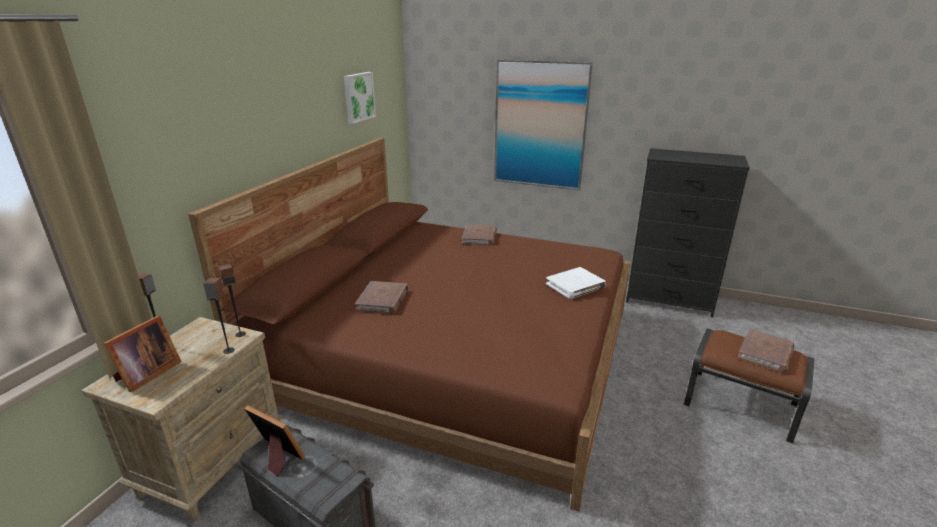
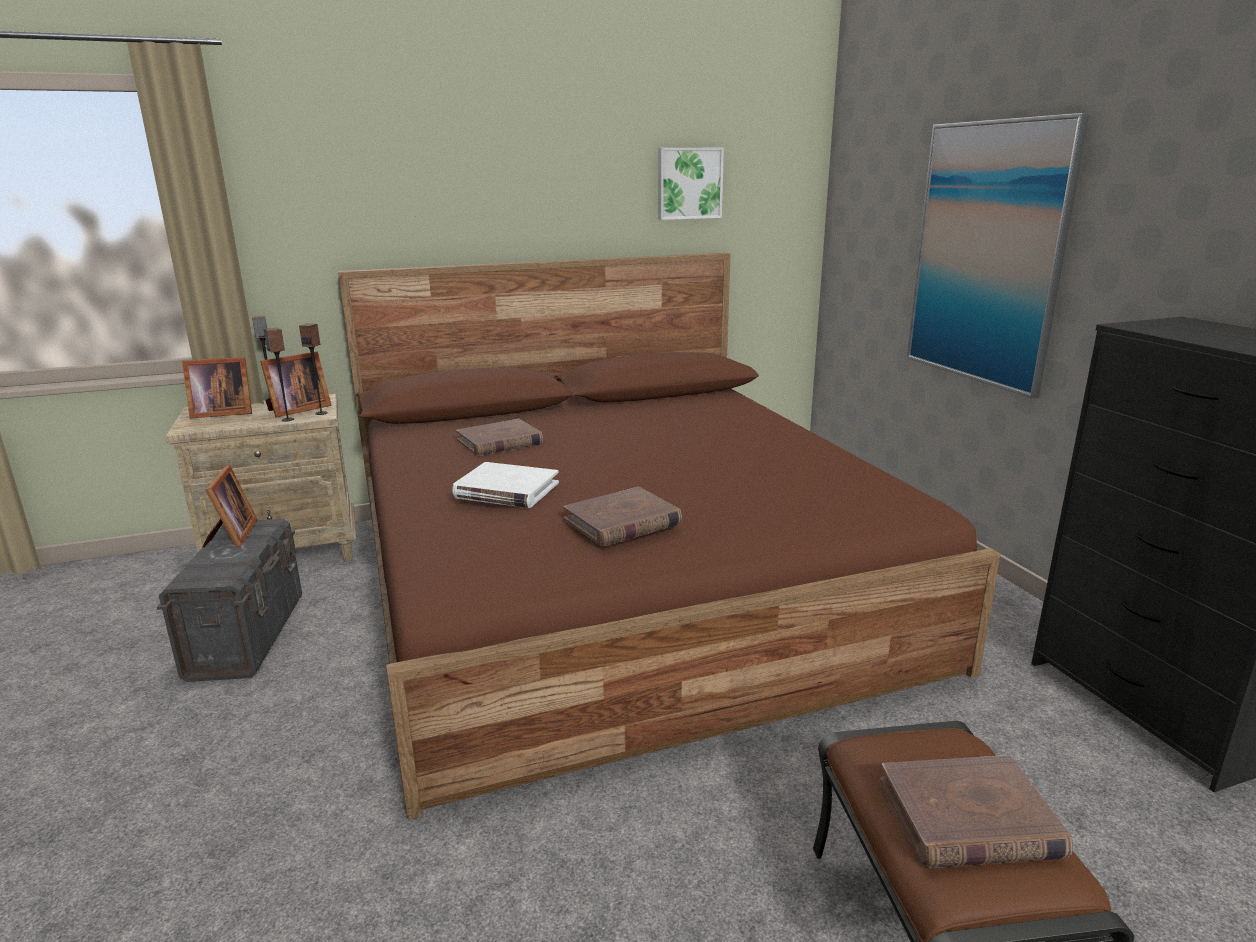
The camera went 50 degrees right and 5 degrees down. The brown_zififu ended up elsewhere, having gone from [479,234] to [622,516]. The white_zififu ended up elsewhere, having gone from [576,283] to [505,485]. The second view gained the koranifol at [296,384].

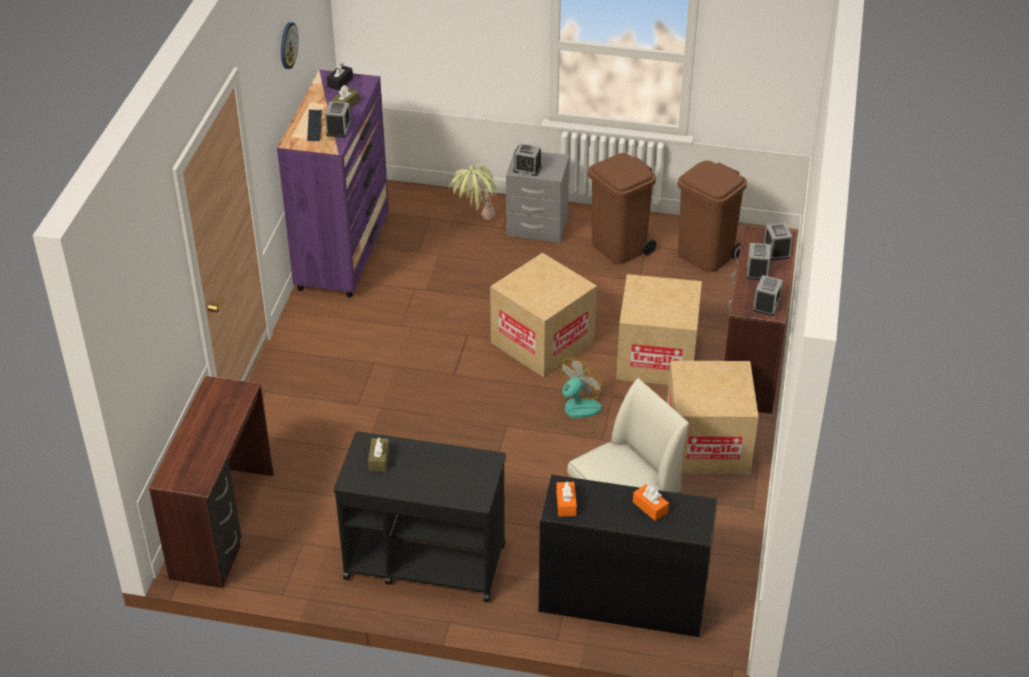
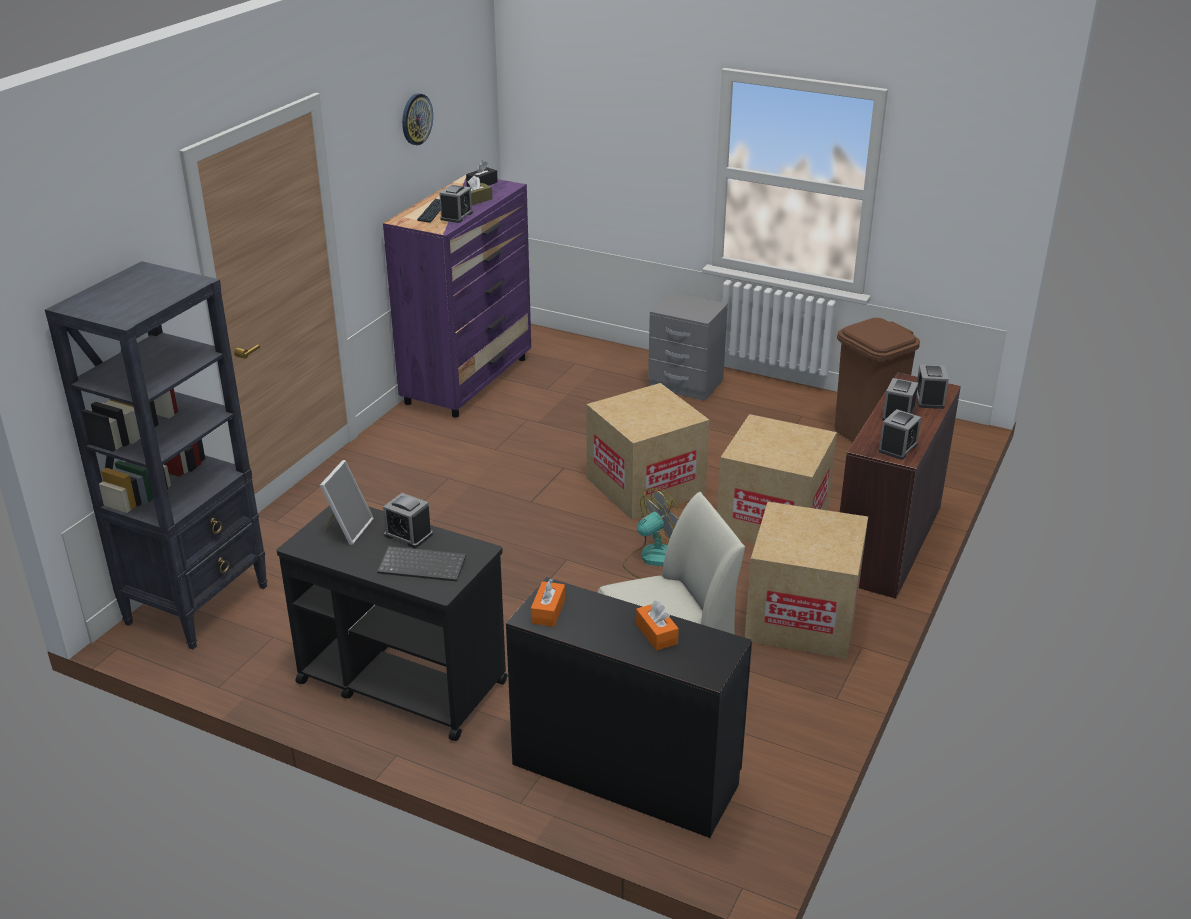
The camera went 15 degrees right and 10 degrees down. The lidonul ended up elsewhere, having gone from [527,159] to [408,520]. The second view lost the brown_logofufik at [622,208]. The second view lost the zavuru at [473,192]. Where the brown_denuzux stood at [211,482], the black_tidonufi came to stand at [156,455]. Where the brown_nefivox stood at [378,454], the koranifol came to stand at [347,502]. The second view gained the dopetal at [421,564].

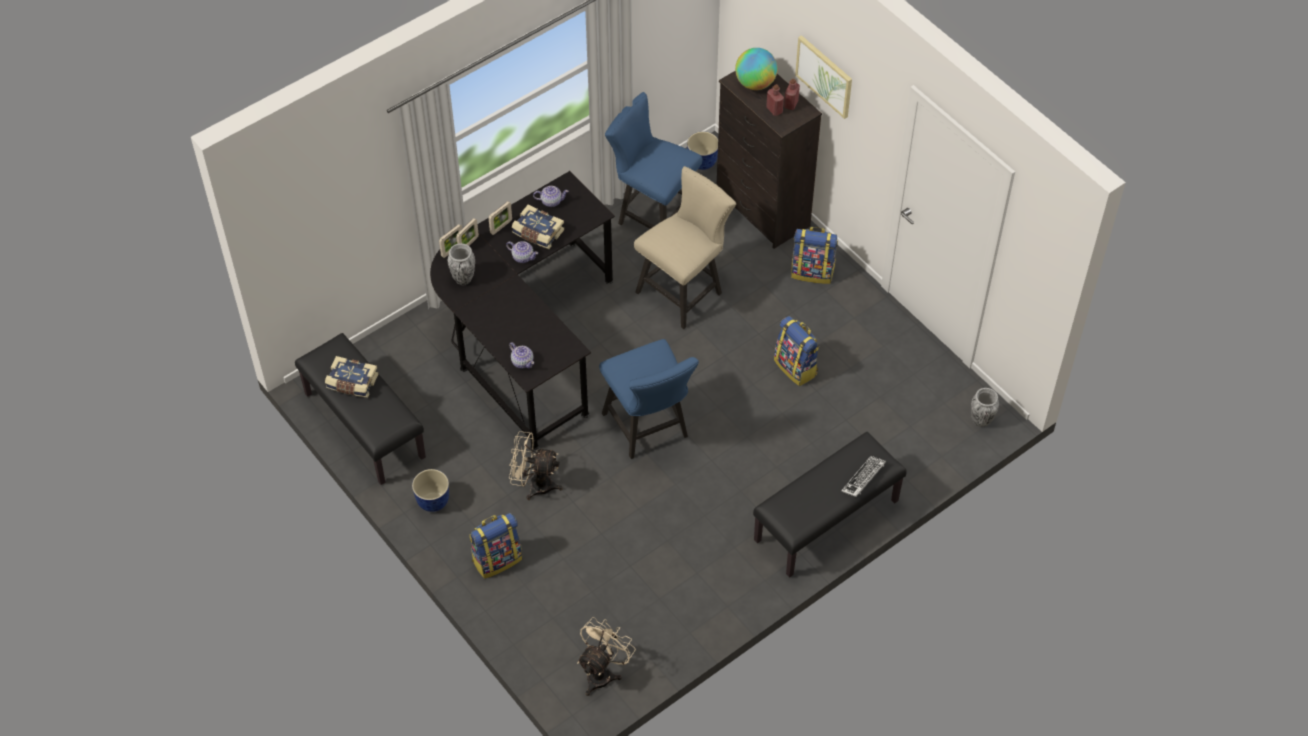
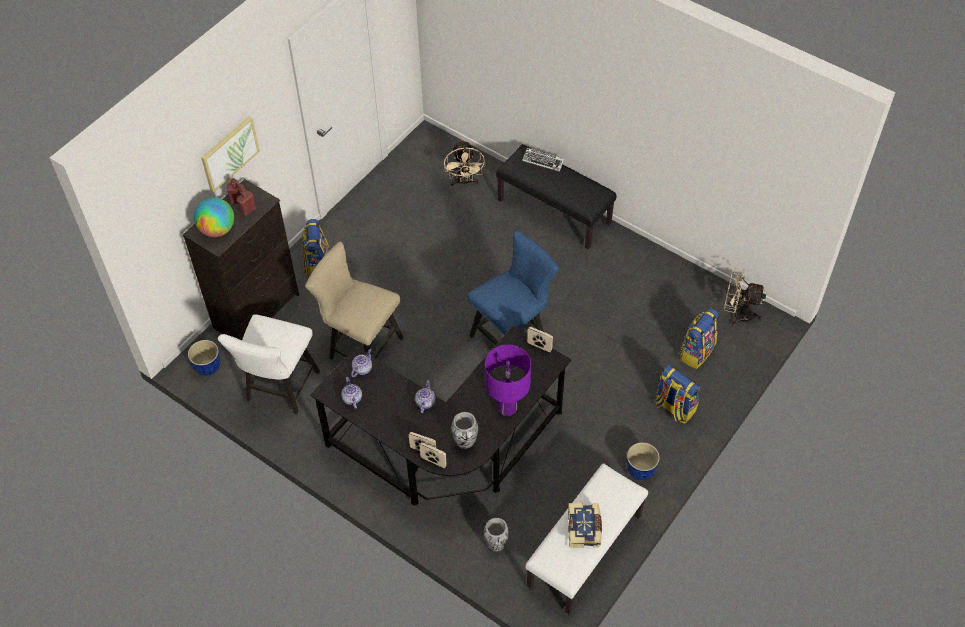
The camera went 105 degrees left and 0 degrees up. What was the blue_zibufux at [653,160] turned into the white_zibufux at [269,364]. The koranifol ended up elsewhere, having gone from [500,218] to [540,339]. The second view lost the zififu at [538,227]. The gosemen ended up elsewhere, having gone from [796,351] to [699,338]. What was the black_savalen at [360,409] turned into the white_savalen at [586,538]. The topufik ended up elsewhere, having gone from [521,355] to [361,363]. The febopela ended up elsewhere, having gone from [985,407] to [496,535]. The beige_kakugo ended up elsewhere, having gone from [536,465] to [464,163]. The second view gained the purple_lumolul at [508,380].

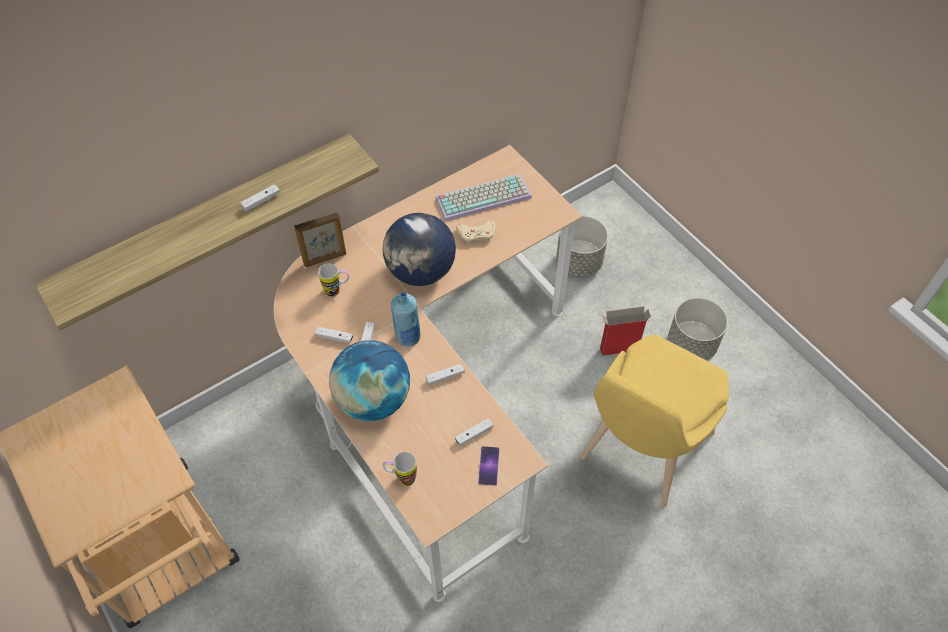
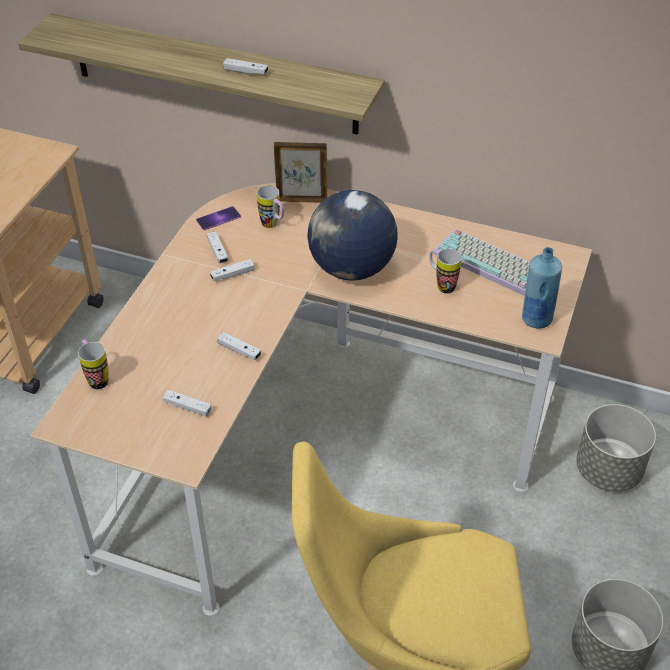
The camera went 55 degrees right and 10 degrees down. The koranifol at [320,239] ended up facing another way, 150 degrees clockwise from before. Where the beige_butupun stood at [476,232], the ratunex came to stand at [445,271]. The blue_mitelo ended up elsewhere, having gone from [406,319] to [542,288]. The second view lost the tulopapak at [625,331]. The second view lost the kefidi at [369,380]. The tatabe ended up elsewhere, having gone from [489,466] to [218,218].

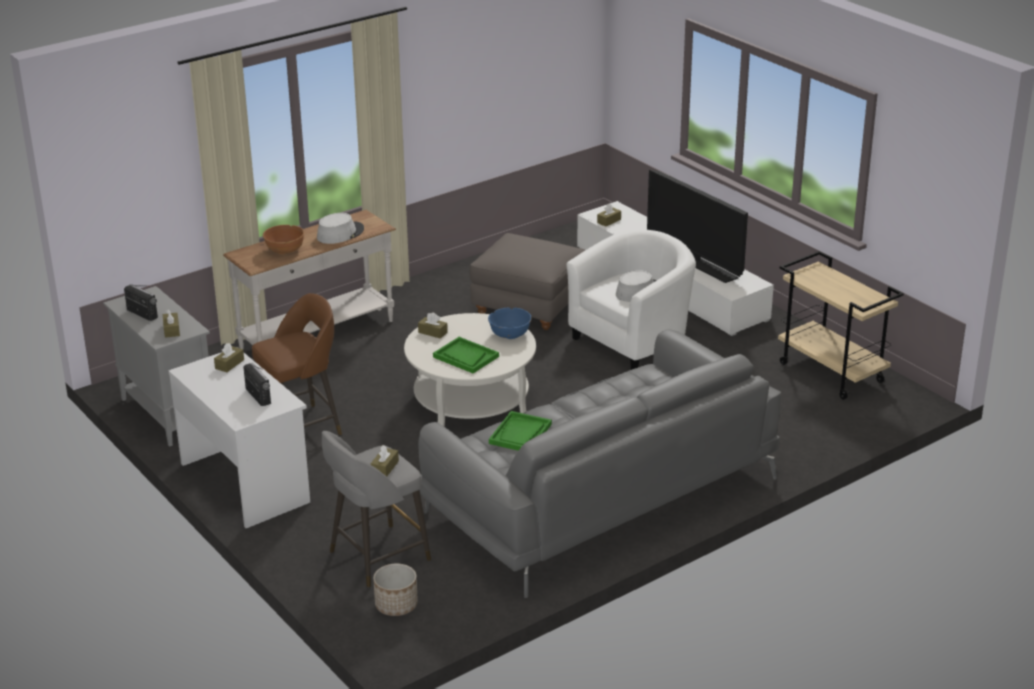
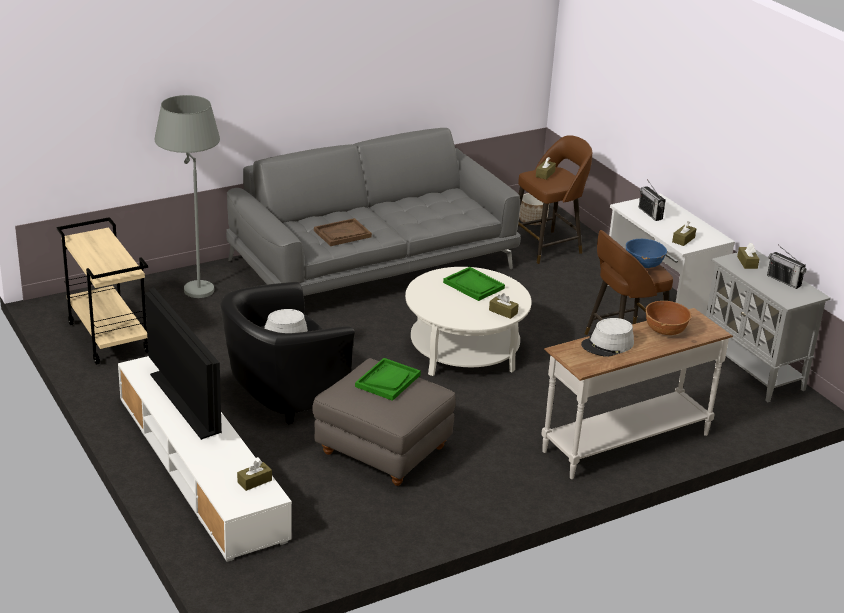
The camera went 175 degrees left and 0 degrees up. What was the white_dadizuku at [631,299] turned into the black_dadizuku at [287,353]. The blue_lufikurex ended up elsewhere, having gone from [509,323] to [646,253]. The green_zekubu ended up elsewhere, having gone from [520,431] to [388,379]. What was the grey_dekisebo at [376,509] turned into the brown_dekisebo at [555,199]. The second view gained the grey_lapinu at [187,196]. The second view gained the brown_zekubu at [343,232].

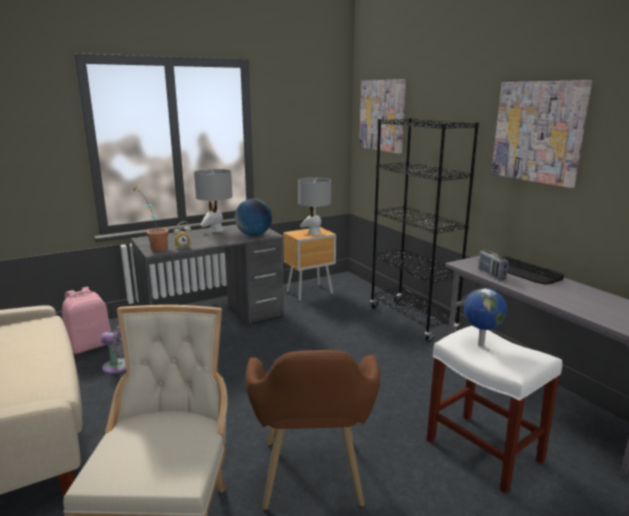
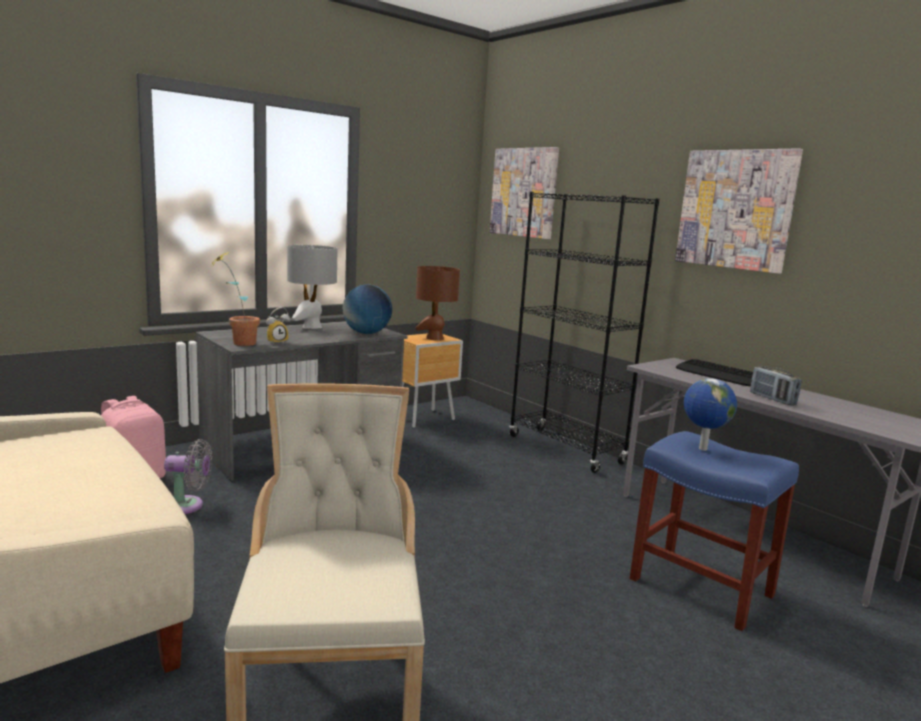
The camera went 10 degrees left and 5 degrees down. What was the grey_lumolul at [314,206] turned into the brown_lumolul at [438,303]. The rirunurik ended up elsewhere, having gone from [493,265] to [775,385]. What was the white_dekisebo at [494,409] turned into the blue_dekisebo at [714,531]. The second view lost the brown_dadizuku at [313,430].

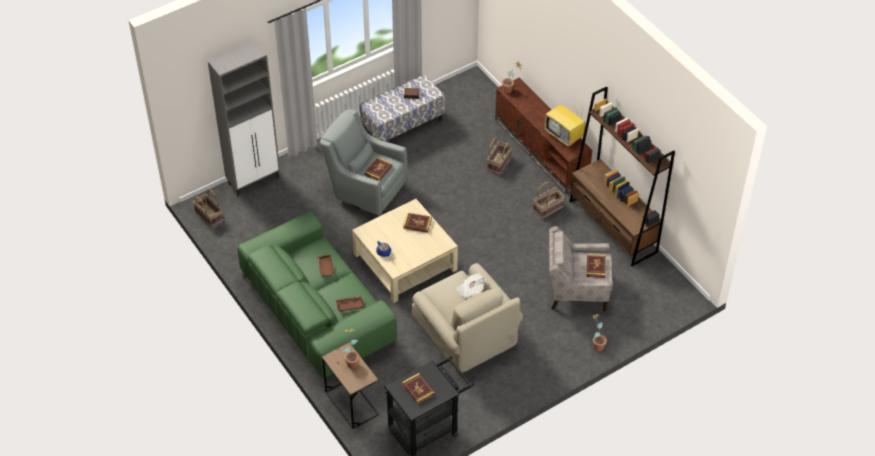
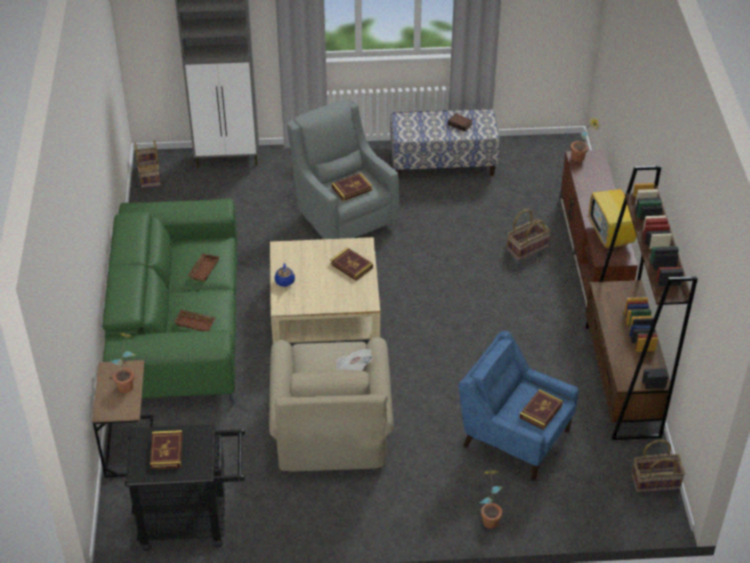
The camera went 30 degrees right and 5 degrees down. The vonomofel ended up elsewhere, having gone from [549,200] to [658,466]. What was the beige_dadizuku at [581,269] turned into the blue_dadizuku at [519,406].

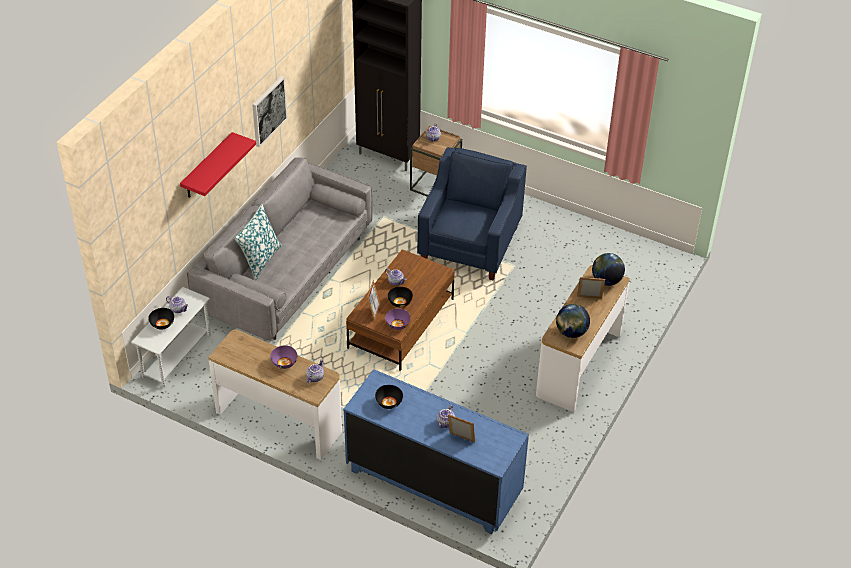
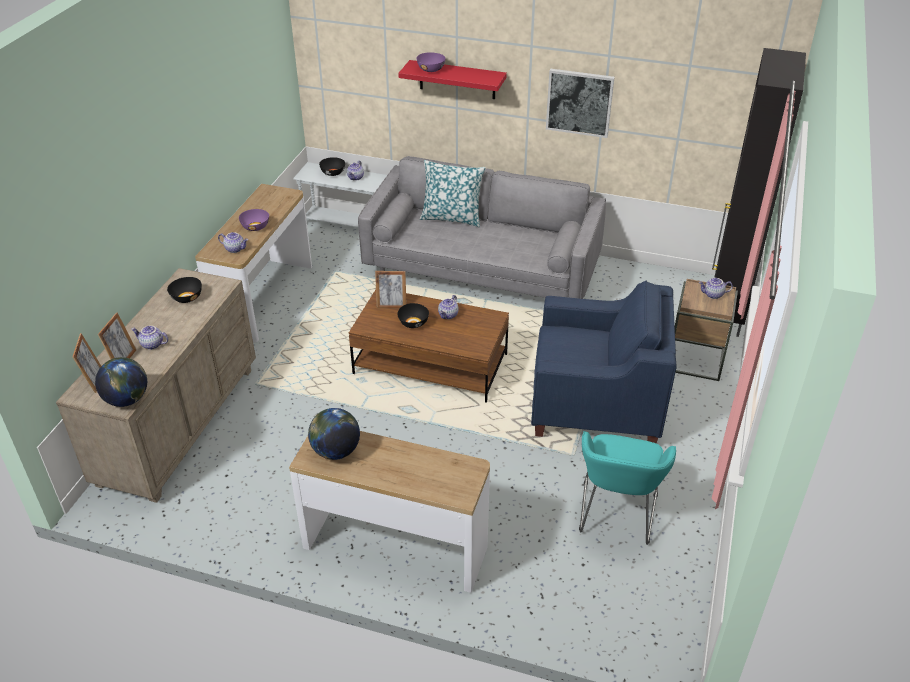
The camera went 80 degrees right and 5 degrees down. The kefidi ended up elsewhere, having gone from [608,269] to [121,382]. The koranifol ended up elsewhere, having gone from [591,288] to [86,363]. The purple_lufikurex ended up elsewhere, having gone from [397,319] to [431,62]. What was the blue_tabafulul at [436,451] turned into the beige_tabafulul at [156,385]. The second view gained the turquoise_dadizuku at [627,488].

